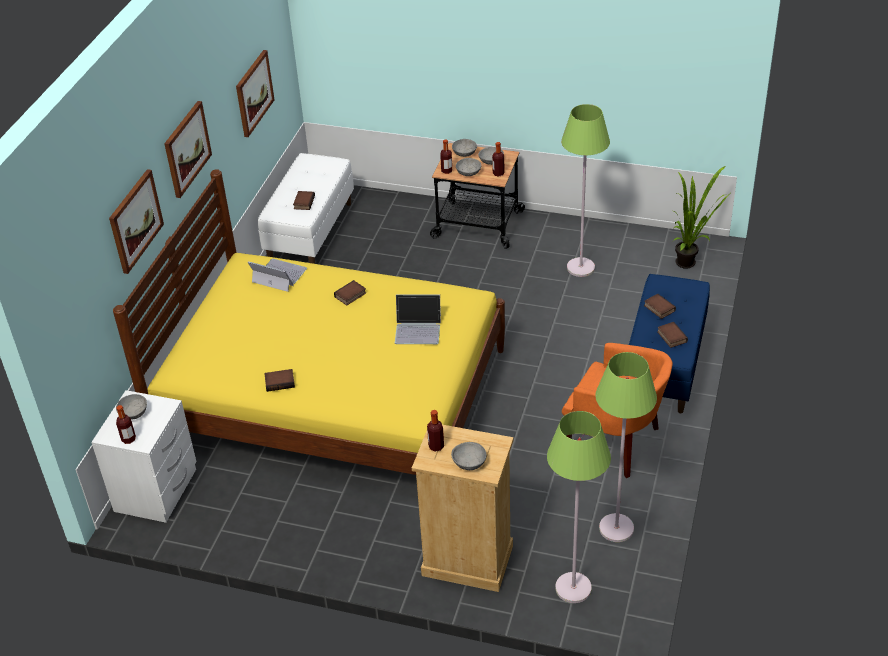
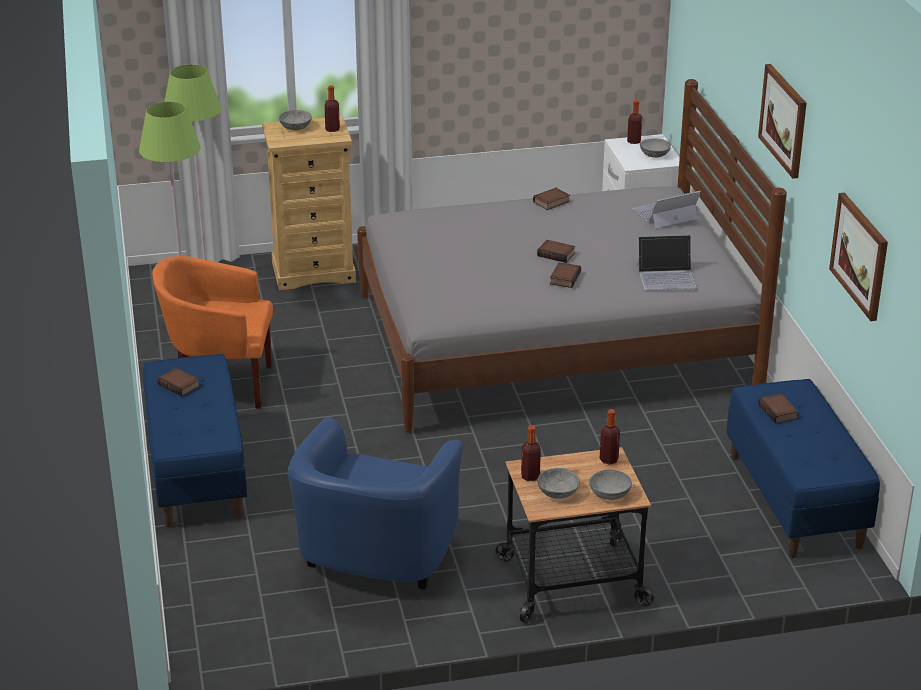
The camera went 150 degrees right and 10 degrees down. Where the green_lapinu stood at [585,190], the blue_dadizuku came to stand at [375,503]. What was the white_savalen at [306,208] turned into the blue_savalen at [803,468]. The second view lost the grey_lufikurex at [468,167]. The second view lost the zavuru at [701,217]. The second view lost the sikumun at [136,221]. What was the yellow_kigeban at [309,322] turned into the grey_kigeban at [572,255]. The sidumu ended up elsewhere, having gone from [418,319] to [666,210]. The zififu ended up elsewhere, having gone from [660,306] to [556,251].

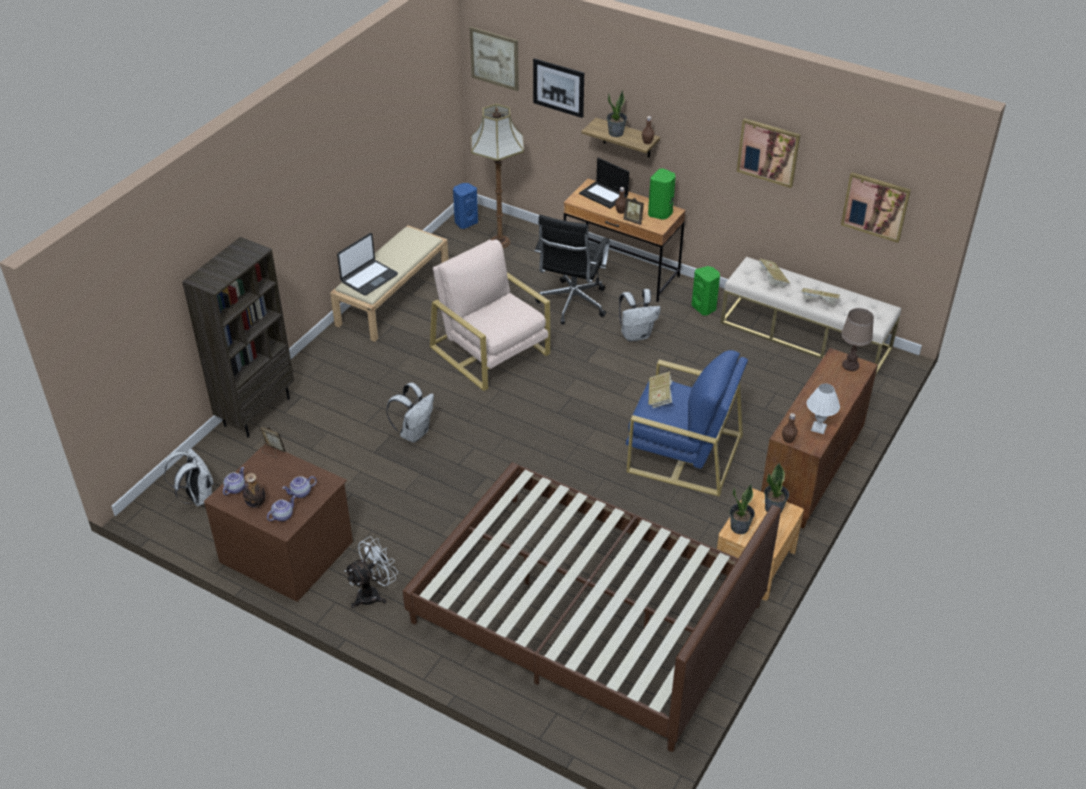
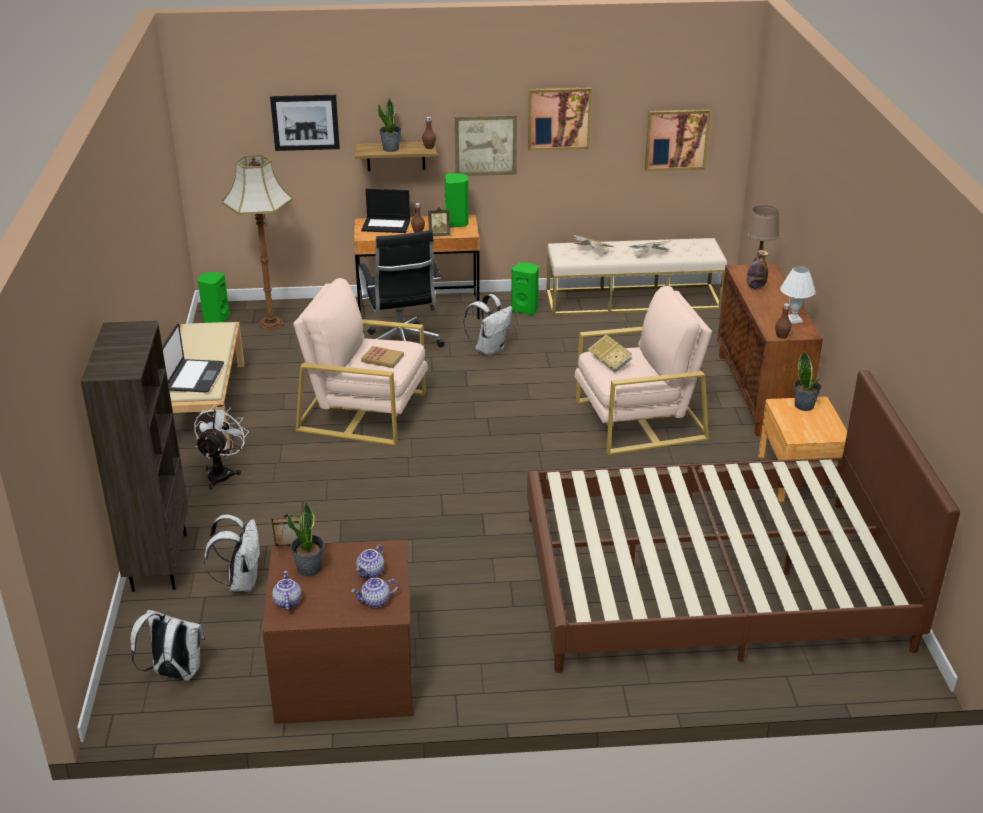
The camera went 35 degrees left and 10 degrees down. The sikumun ended up elsewhere, having gone from [494,59] to [486,145]. What was the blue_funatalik at [465,206] turned into the green_funatalik at [213,297]. What was the blue_dadizuku at [687,423] turned into the beige_dadizuku at [643,370]. The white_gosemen ended up elsewhere, having gone from [410,412] to [232,553]. The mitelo ended up elsewhere, having gone from [254,490] to [758,269]. The zavuru ended up elsewhere, having gone from [742,508] to [305,538]. The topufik at [281,508] ended up facing another way, 120 degrees counterclockwise from before. The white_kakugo ended up elsewhere, having gone from [371,573] to [221,446]. The second view gained the zififu at [382,357].

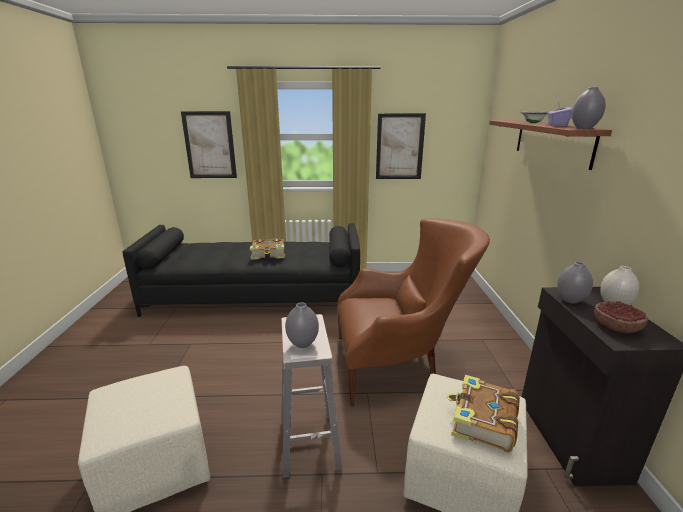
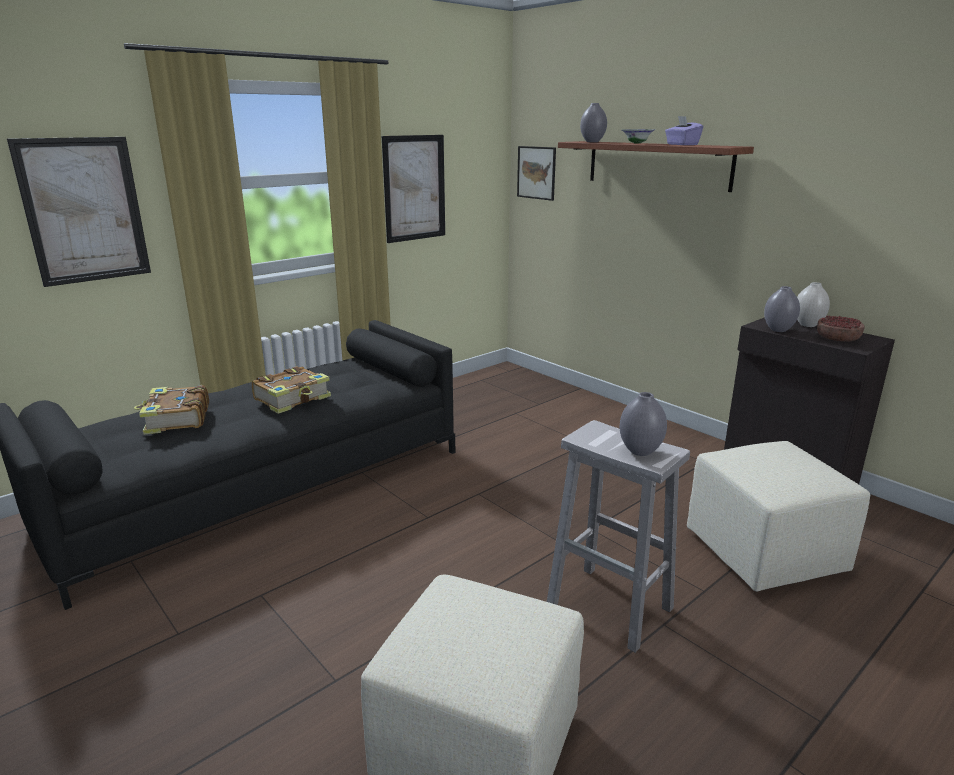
The camera went 40 degrees left and 0 degrees up. The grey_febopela ended up elsewhere, having gone from [589,108] to [593,122]. The second view lost the brown_dadizuku at [413,312]. The zififu ended up elsewhere, having gone from [483,414] to [171,409]. The second view gained the sikumun at [536,173].

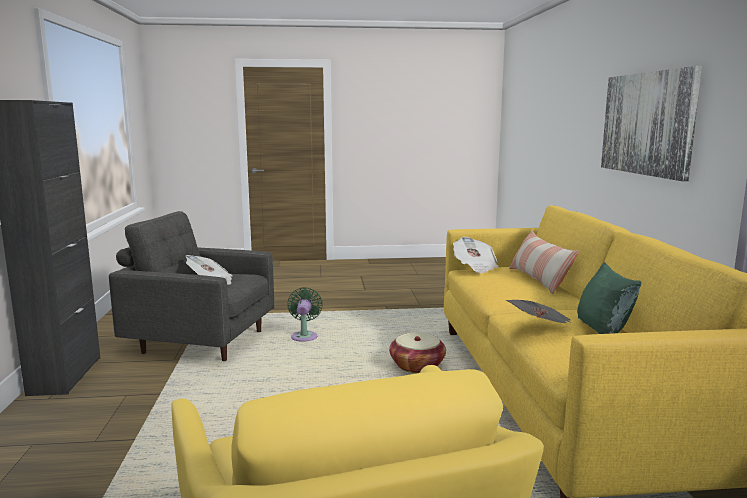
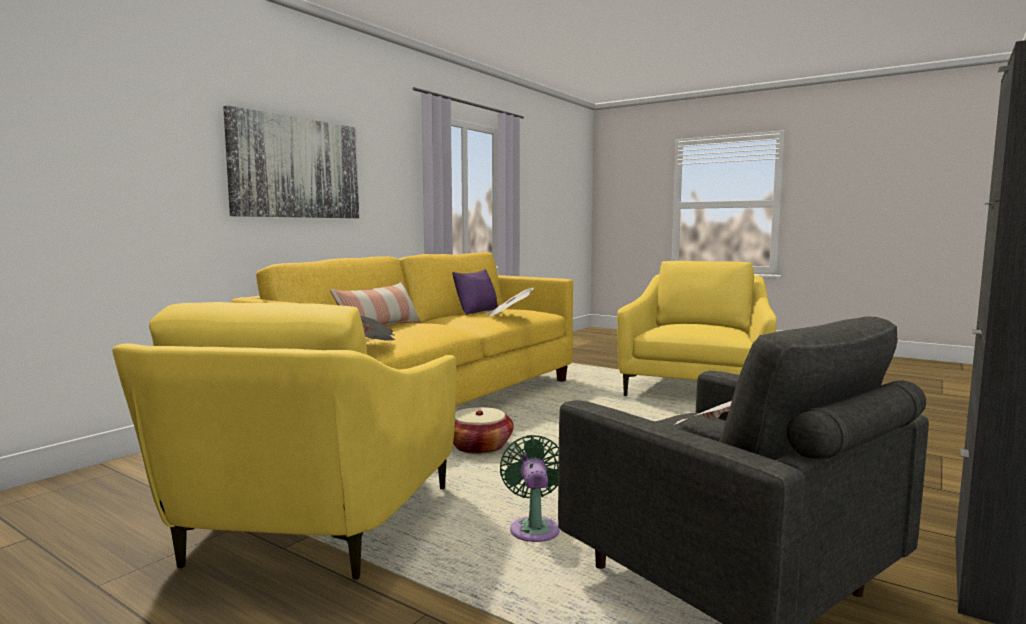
The camera went 140 degrees left and 5 degrees down. What was the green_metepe at [609,298] turned into the purple_metepe at [475,292]. The green_kakugo at [305,314] ended up facing another way, 135 degrees clockwise from before. The second view gained the yellow_dadizuku at [284,441].

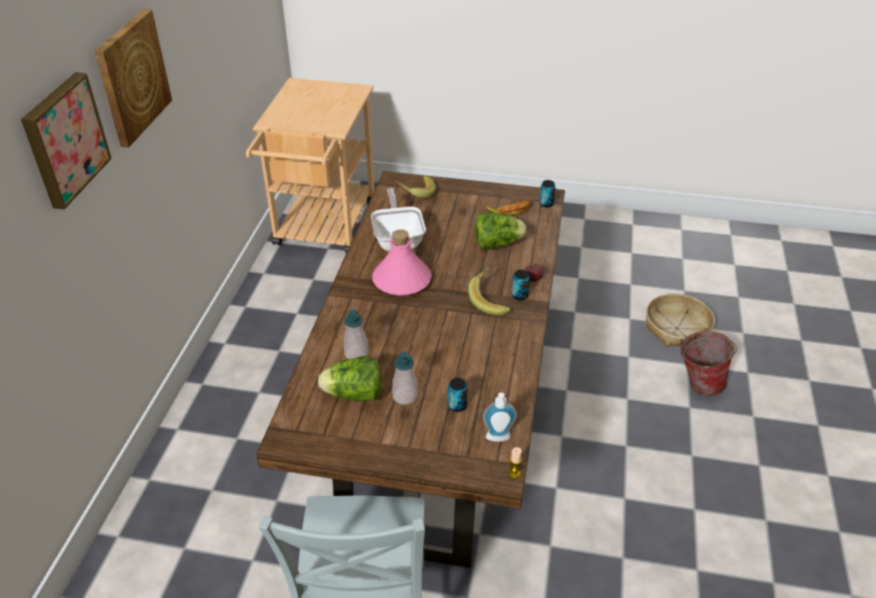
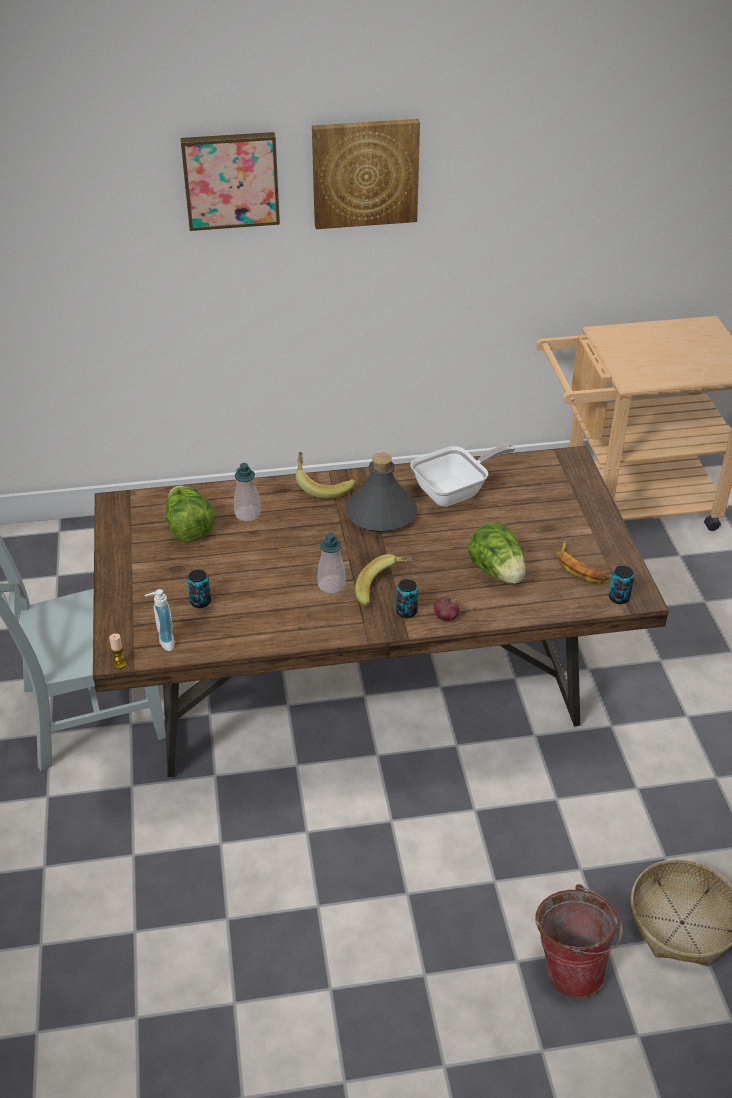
The camera went 70 degrees right and 0 degrees up. The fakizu ended up elsewhere, having gone from [416,187] to [325,475]. What was the pink_mitelo at [402,262] turned into the grey_mitelo at [381,492]. The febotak ended up elsewhere, having gone from [405,378] to [332,562].

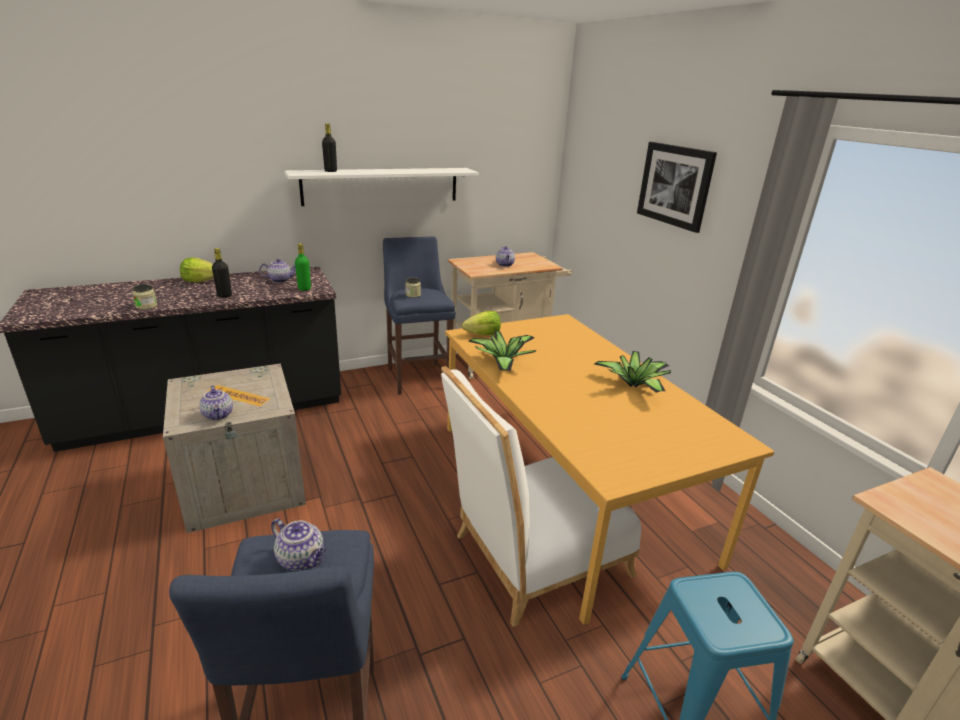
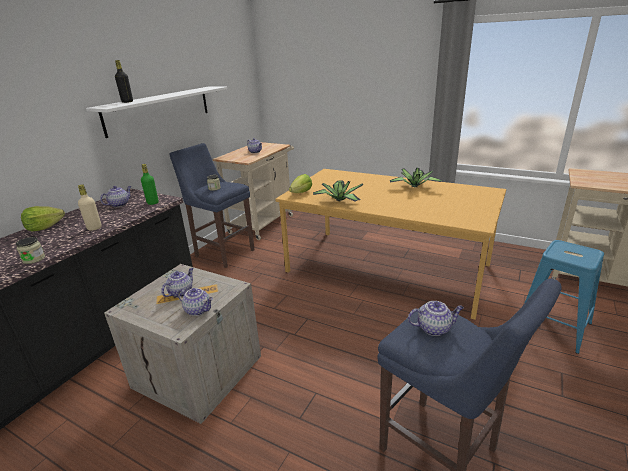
The camera went 35 degrees left and 0 degrees up. The second view lost the sikumun at [677,187]. What was the black_mitelo at [222,273] turned into the beige_mitelo at [90,207]. The second view lost the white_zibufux at [541,496]. The second view gained the topufik at [177,282].

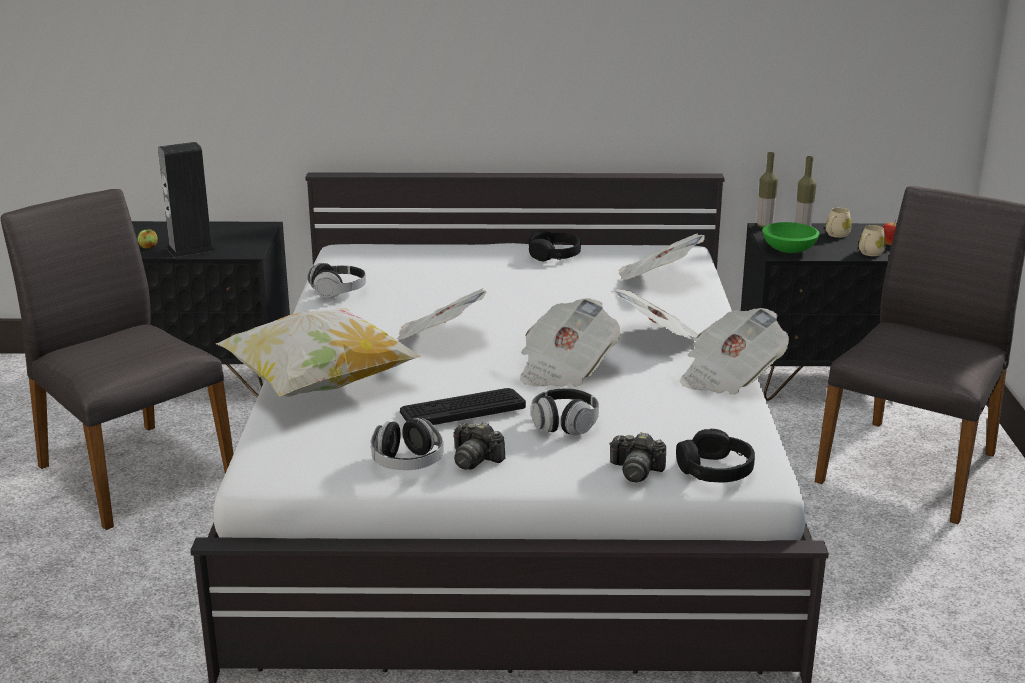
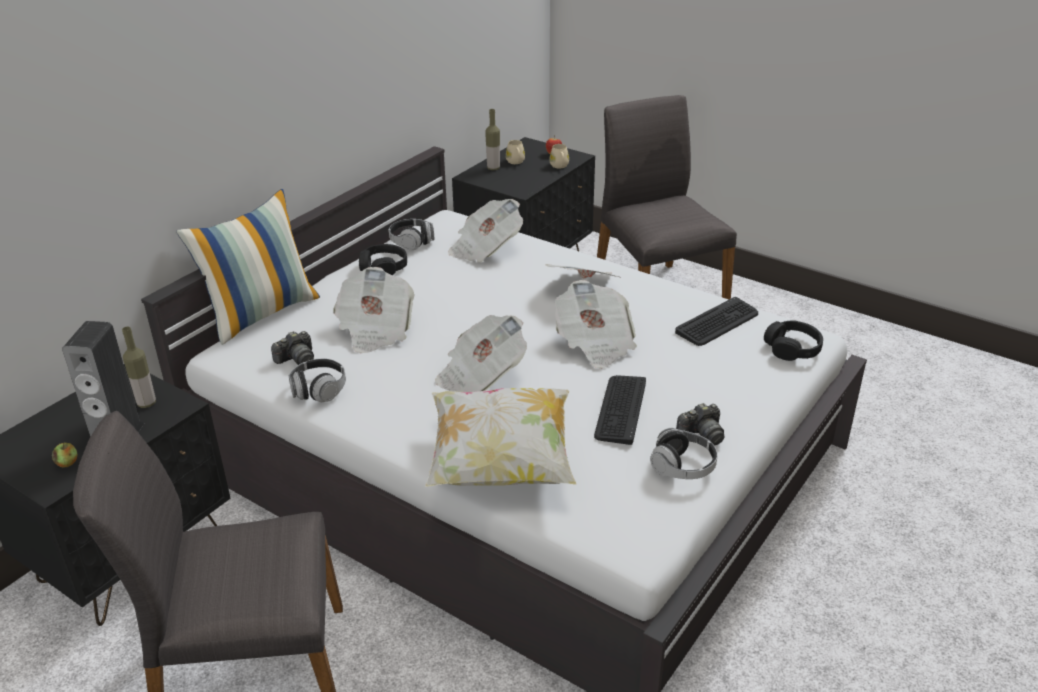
The camera went 55 degrees left and 10 degrees up. The mitelo ended up elsewhere, having gone from [767,190] to [139,367]. The second view lost the green_lufikurex at [791,237]. The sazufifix ended up elsewhere, having gone from [734,351] to [374,310]. The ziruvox ended up elsewhere, having gone from [565,411] to [411,234]. The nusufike ended up elsewhere, having gone from [637,457] to [292,348]. The second view gained the metepe at [248,267]. The second view gained the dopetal at [716,321].

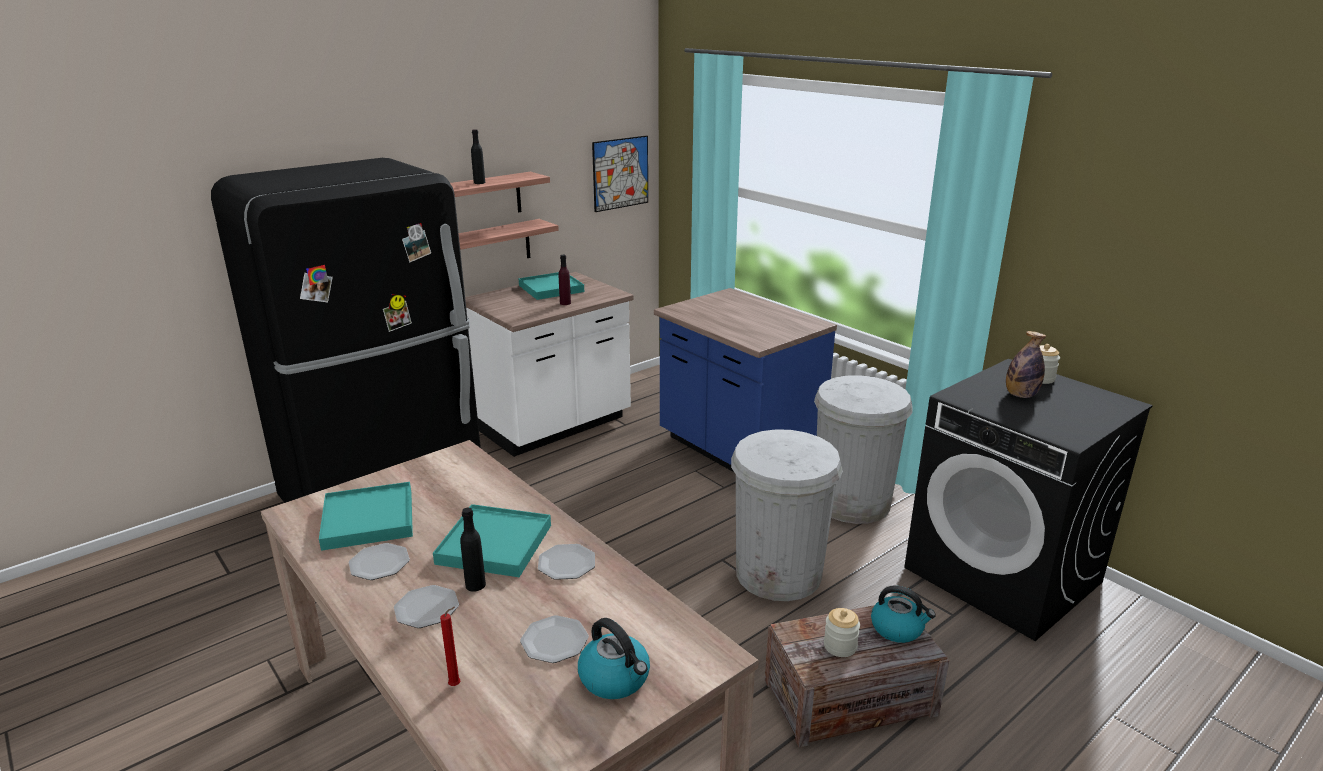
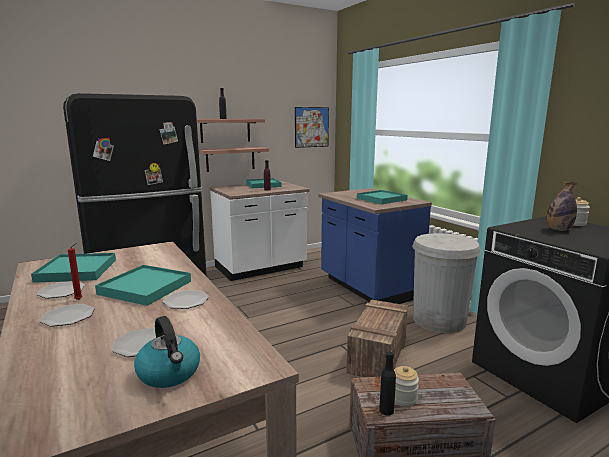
The camera went 10 degrees right and 10 degrees down. Where the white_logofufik stood at [787,515], the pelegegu came to stand at [377,338]. The black_mitelo ended up elsewhere, having gone from [473,550] to [387,384]. The second view lost the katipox at [903,614]. The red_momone ended up elsewhere, having gone from [450,646] to [75,271]. The second view gained the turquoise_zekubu at [382,197].

